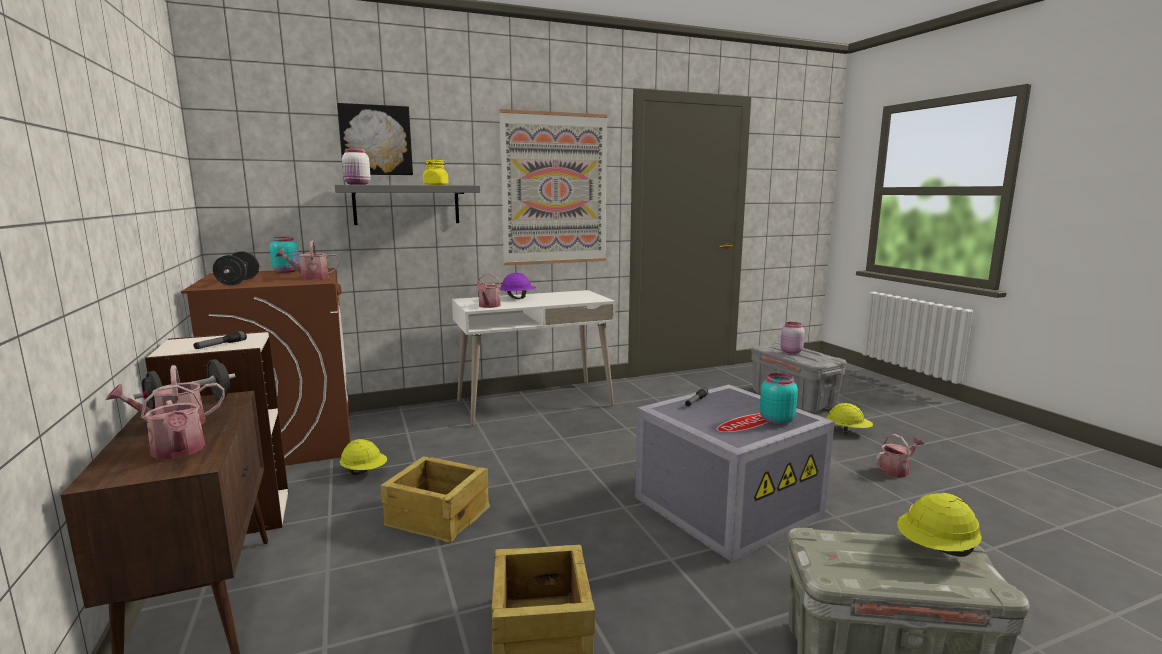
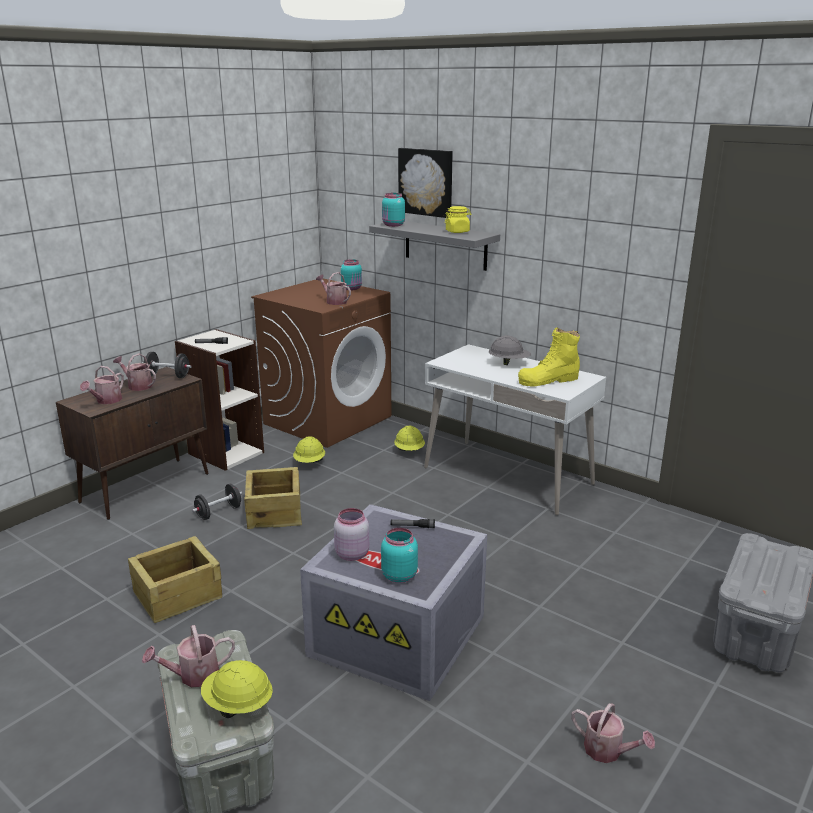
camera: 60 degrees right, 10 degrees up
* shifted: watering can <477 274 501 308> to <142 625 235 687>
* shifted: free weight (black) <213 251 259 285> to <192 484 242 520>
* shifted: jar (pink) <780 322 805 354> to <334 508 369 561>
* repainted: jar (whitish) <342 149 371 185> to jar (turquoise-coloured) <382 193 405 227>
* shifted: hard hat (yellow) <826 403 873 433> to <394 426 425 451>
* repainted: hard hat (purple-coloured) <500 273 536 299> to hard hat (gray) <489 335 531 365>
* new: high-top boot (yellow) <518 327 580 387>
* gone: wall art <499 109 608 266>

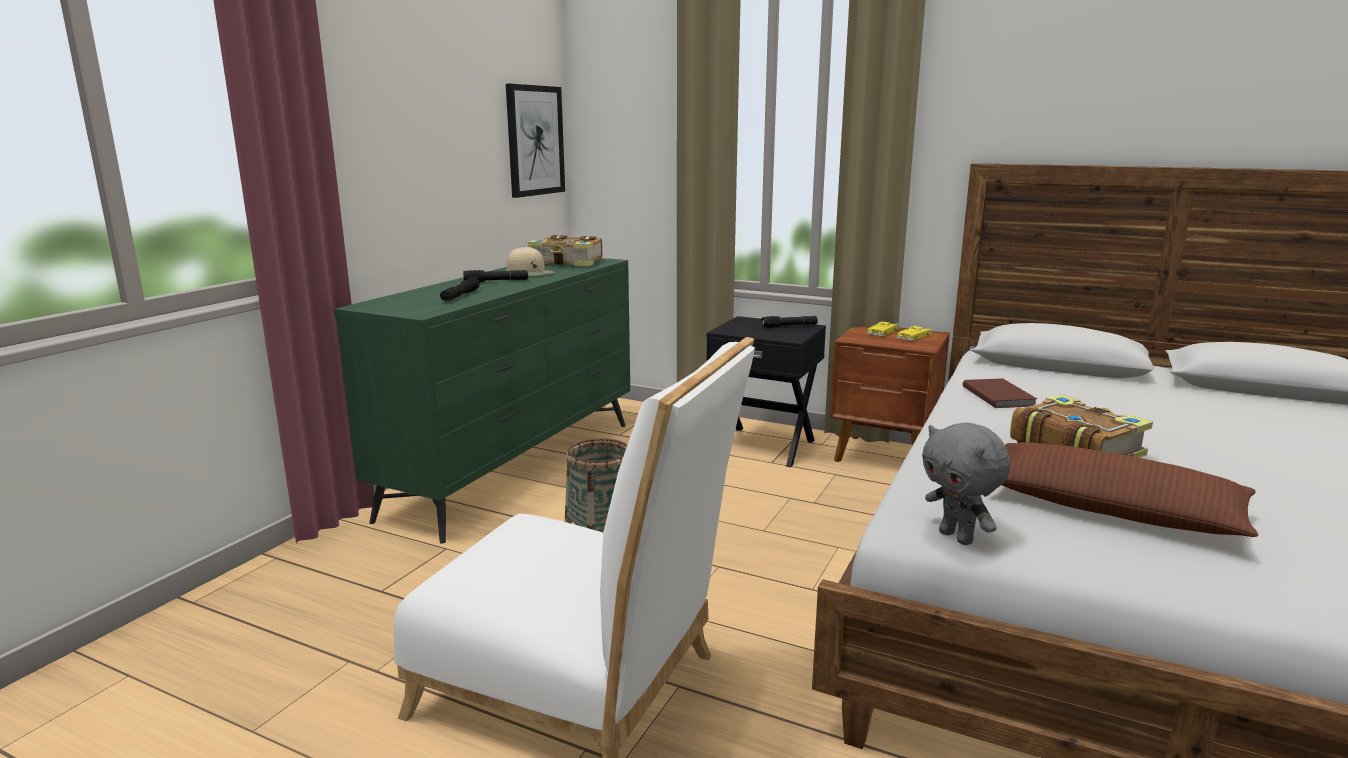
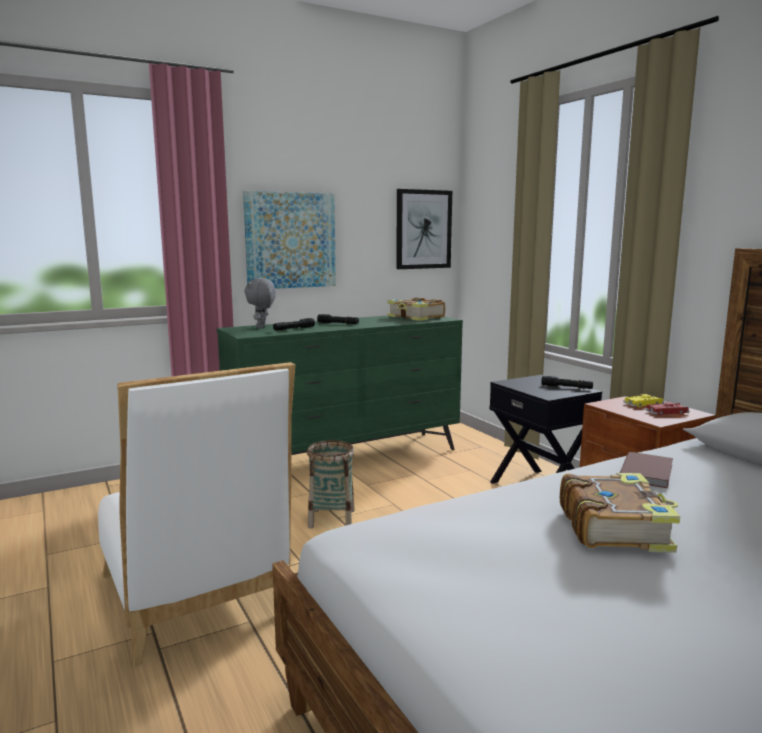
camera: 35 degrees right, 5 degrees down
* new: wall art <243 191 336 289>
* shifted: cuddly toy (gray) <922 422 1011 545> to <245 278 276 328>
* repainted: model car (yellow) <896 326 933 341> to model car (red) <645 402 690 415>
* gone: baseball cap (sand-coloured) <507 246 555 276>
* gone: pillow (brownish) <1002 442 1258 537>

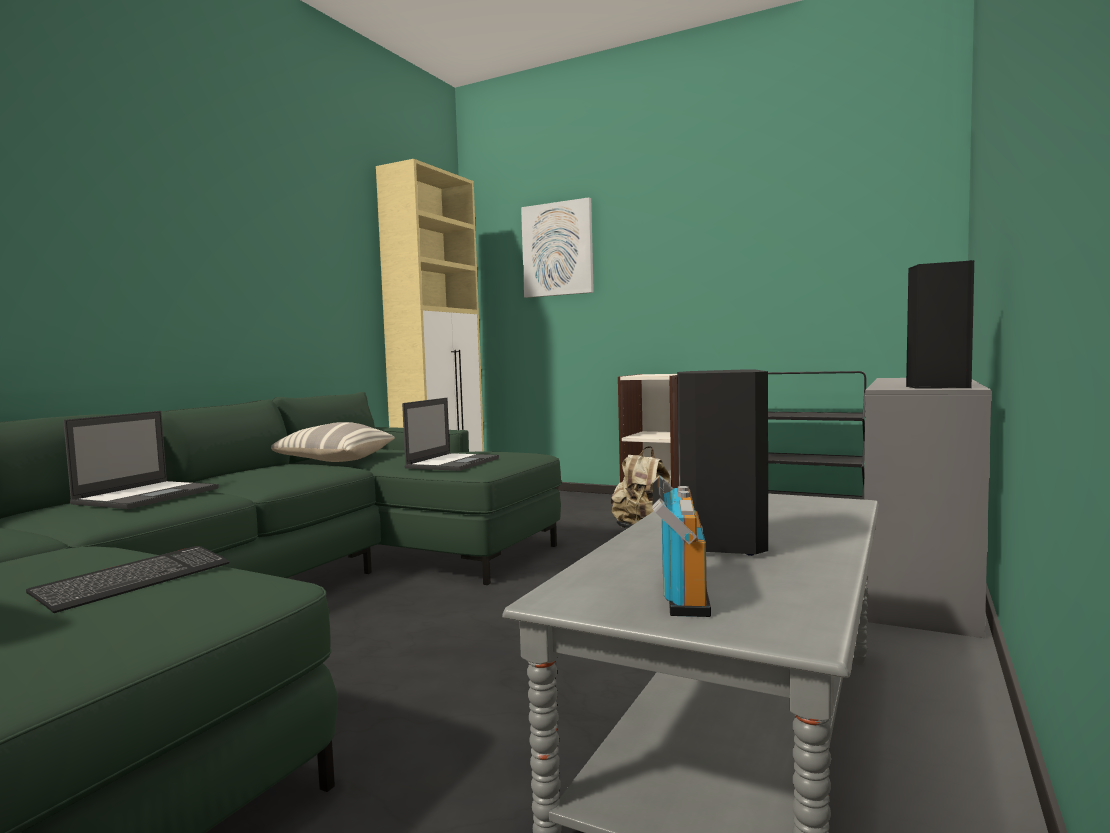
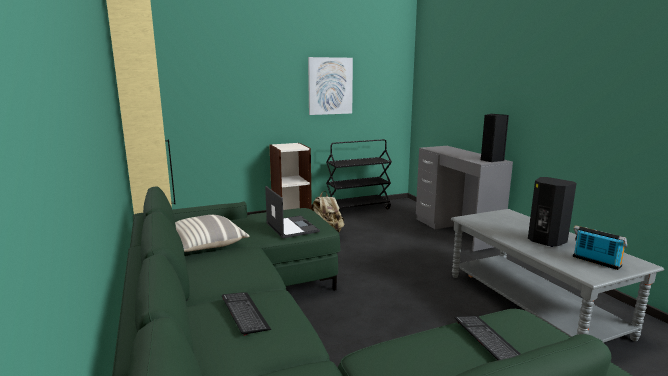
camera: 50 degrees left, 10 degrees up
* swapped: laptop <63 411 219 509> to PC keyboard <222 292 271 336>
* shifted: wall art <521 197 594 298> to <308 57 353 115>

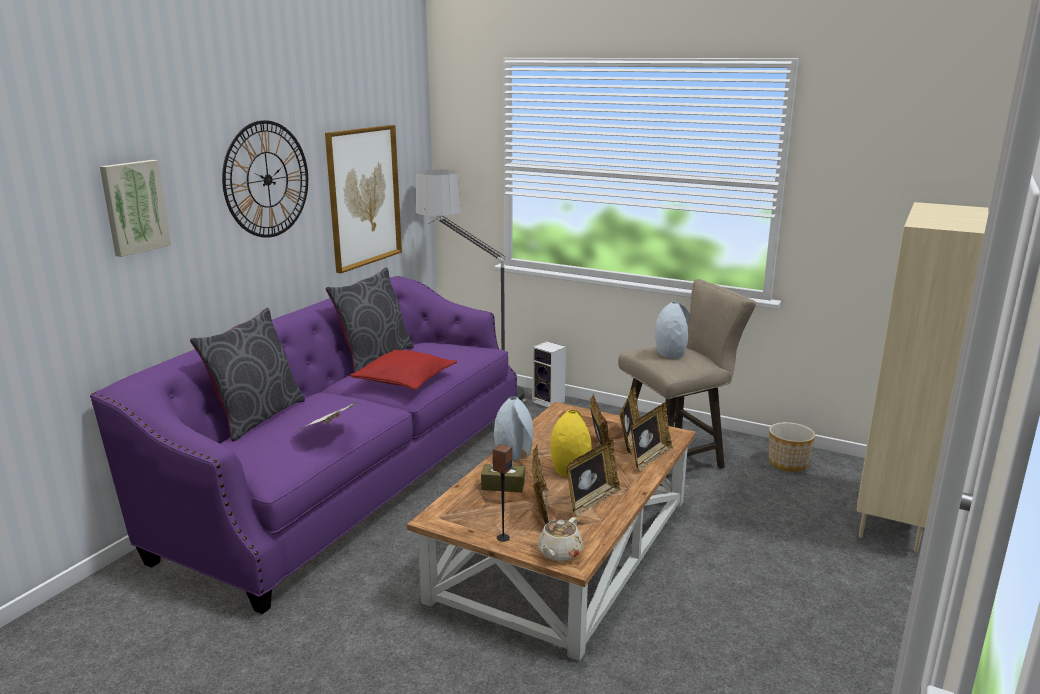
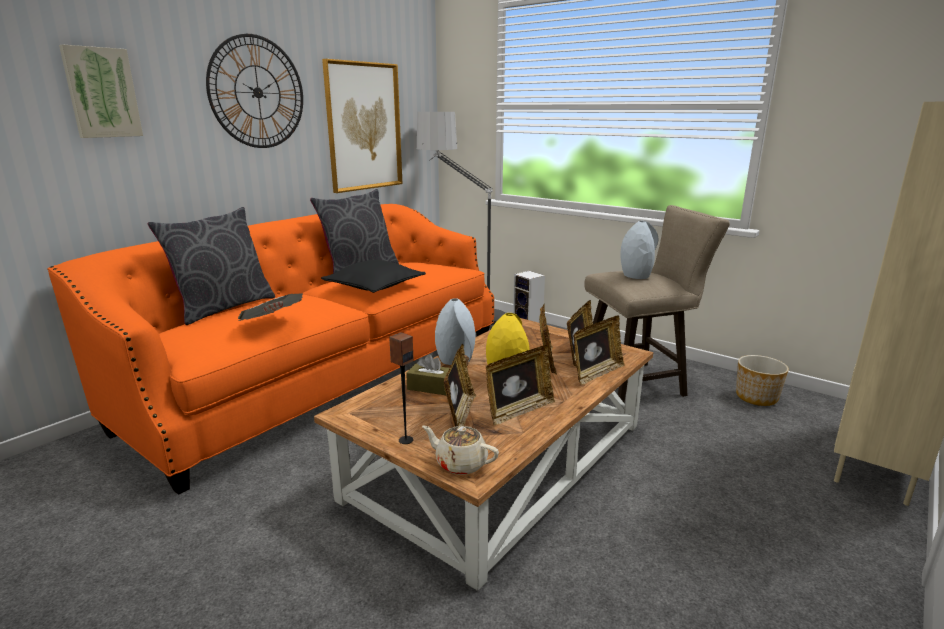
camera: 10 degrees right, 0 degrees up
* repainted: sofa (purple-coloured) <90 276 517 614> to sofa (orange-coloured) <47 204 494 495>
* repainted: pillow (red) <350 349 457 390> to pillow (black) <321 260 426 293>
* rotated: pot for tea (sand-coloured) <538 517 583 562> = <422 426 499 475> 75 degrees clockwise

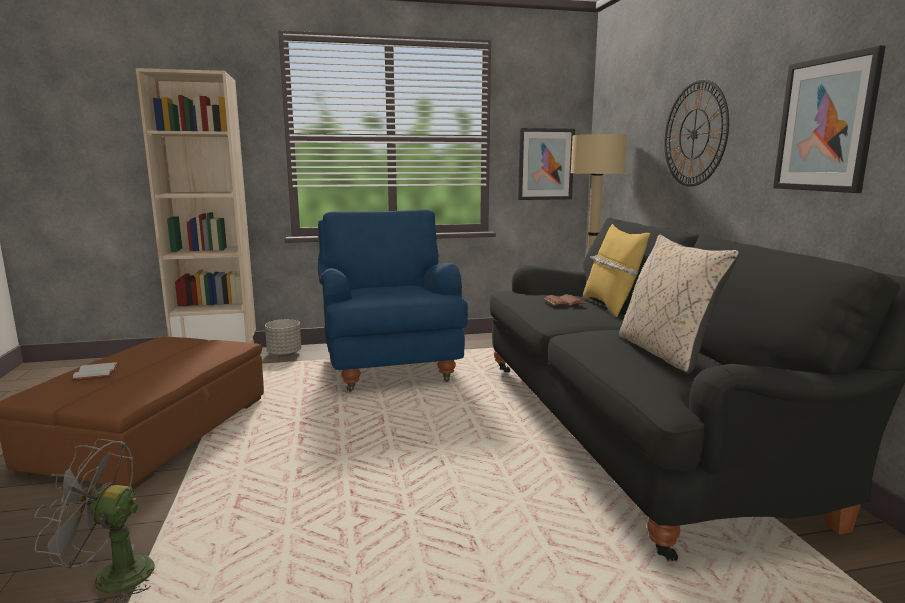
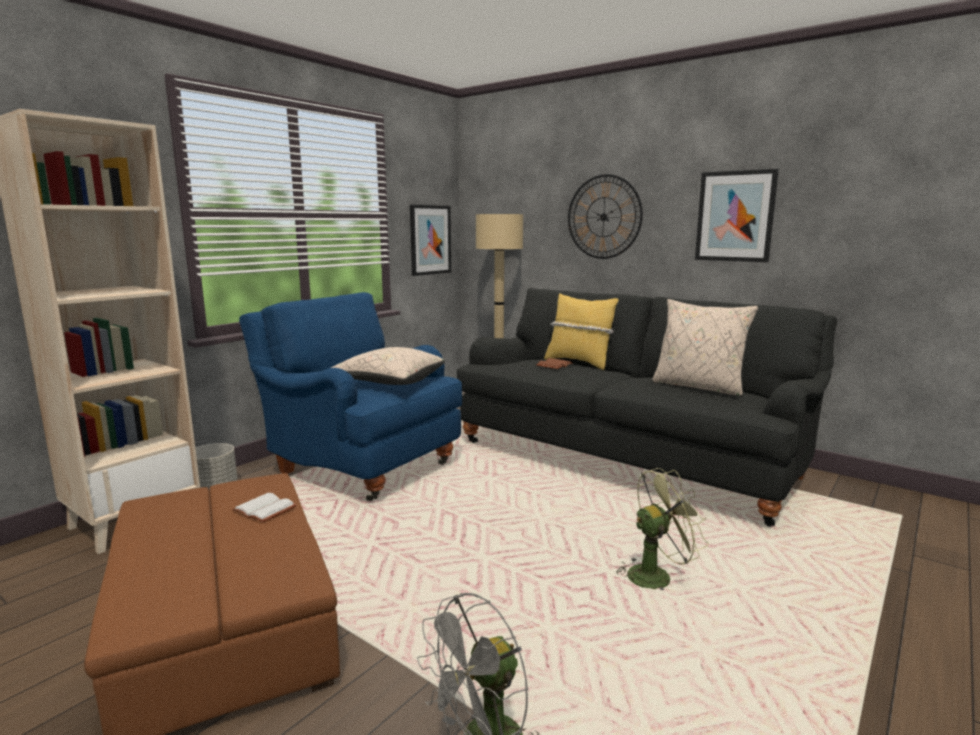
camera: 40 degrees left, 0 degrees up
* shifted: bound book (whitish) <71 362 119 381> to <232 493 297 523>
* new: pillow (sand-coloured) <331 347 445 385>
* new: electric fan (green-coloured) <616 468 709 591>

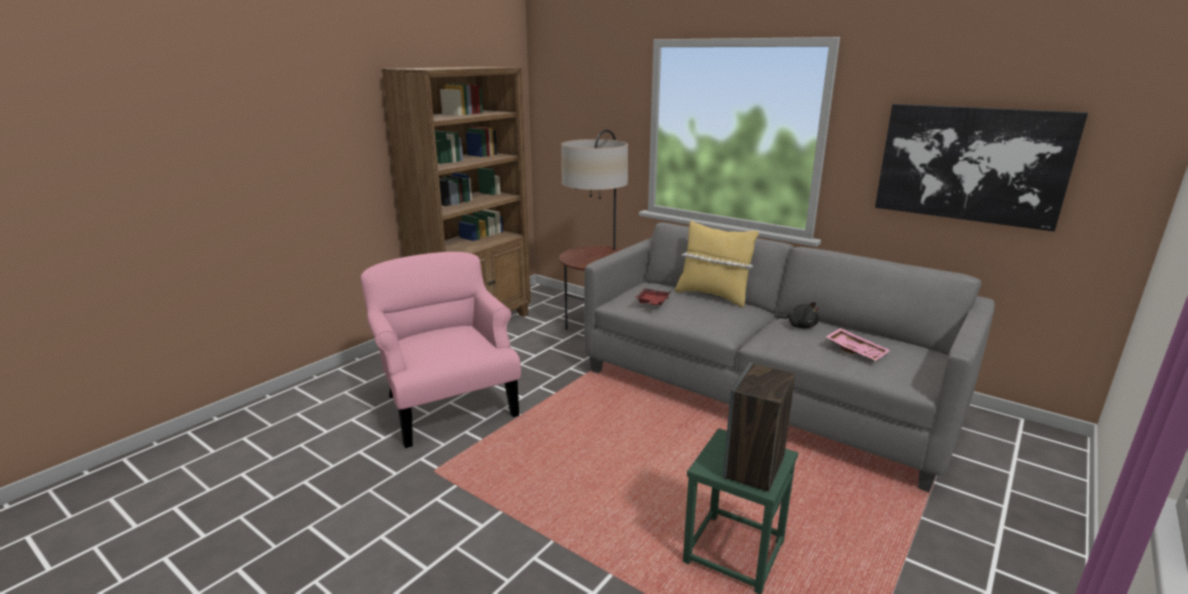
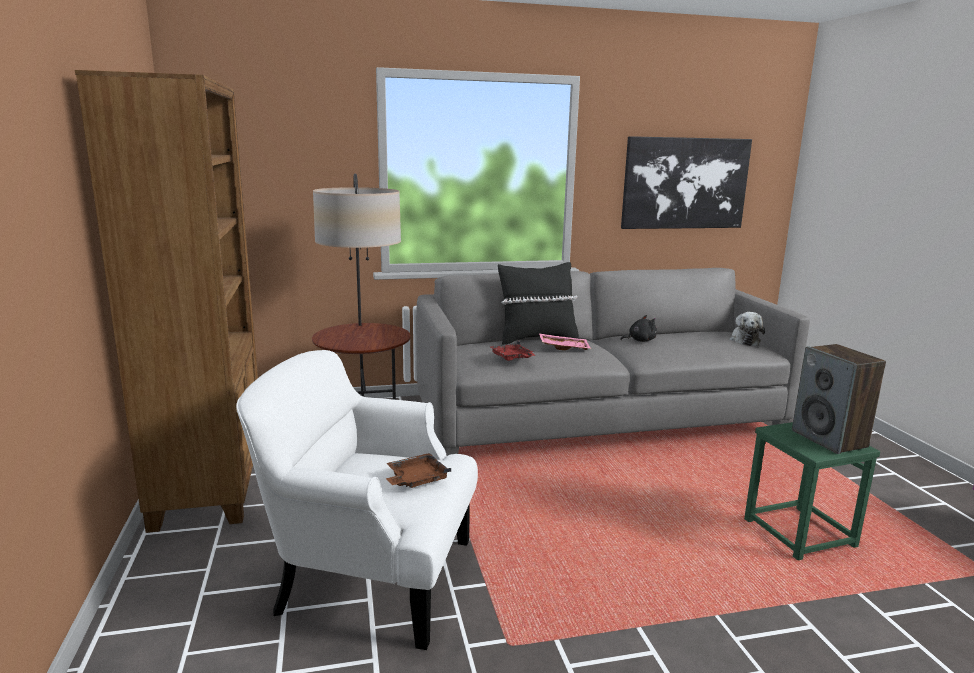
camera: 50 degrees left, 5 degrees down
* repainted: armchair (pink) <361 252 521 448> to armchair (whitish) <236 350 478 650>
* new: serving tray (brownish) <386 453 451 488>
* repainted: pillow (yellow) <675 220 759 308> to pillow (black) <498 262 579 345>
* shifted: serving tray (pink) <826 328 890 361> to <539 333 591 350>
* new: cuddly toy <729 312 765 346>

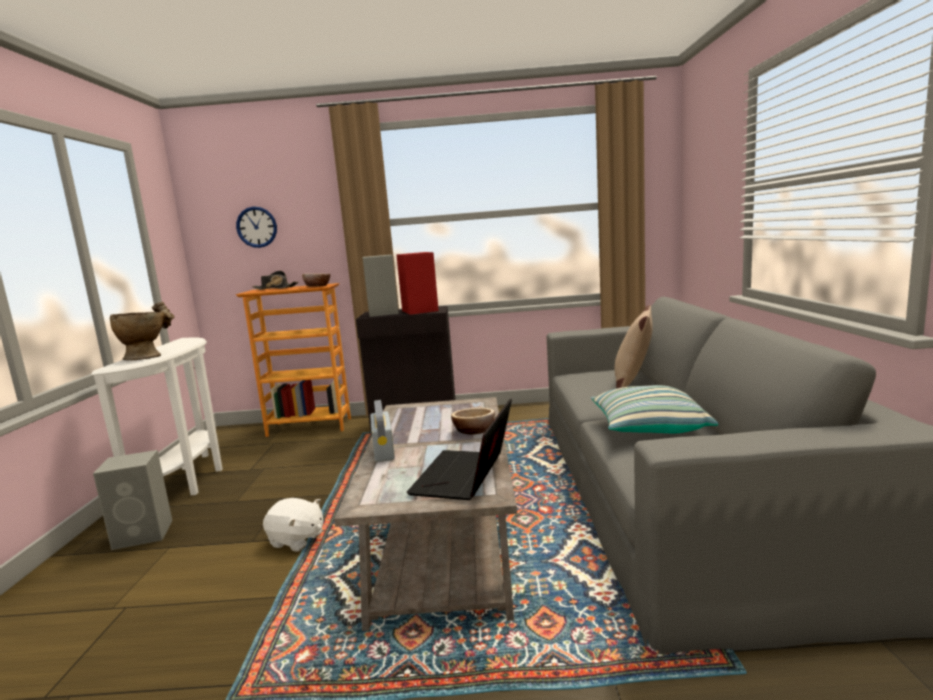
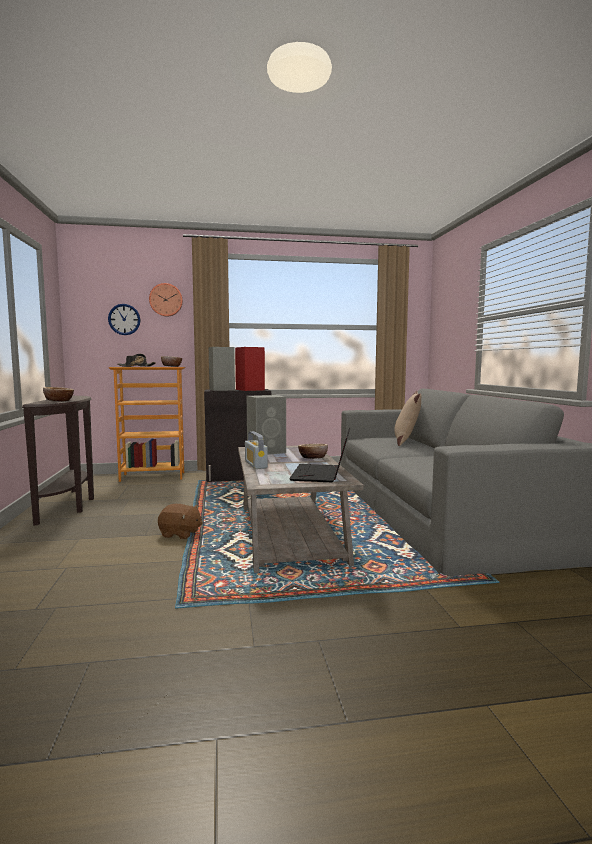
camera: 10 degrees left, 5 degrees down
* repainted: hall table (whitish) <91 338 223 495> to hall table (brownish) <22 396 94 525>
* swapped: flower vase (sand-coloured) <110 302 174 360> to bowl <43 387 74 401>
* new: wall clock <149 283 183 317>
* repainted: cuddly toy (whitish) <263 498 323 552> to cuddly toy (brownish) <158 504 203 539>
* shifted: speaker (gray) <93 450 172 550> to <247 395 286 455>
* gone: pillow <591 385 718 433>

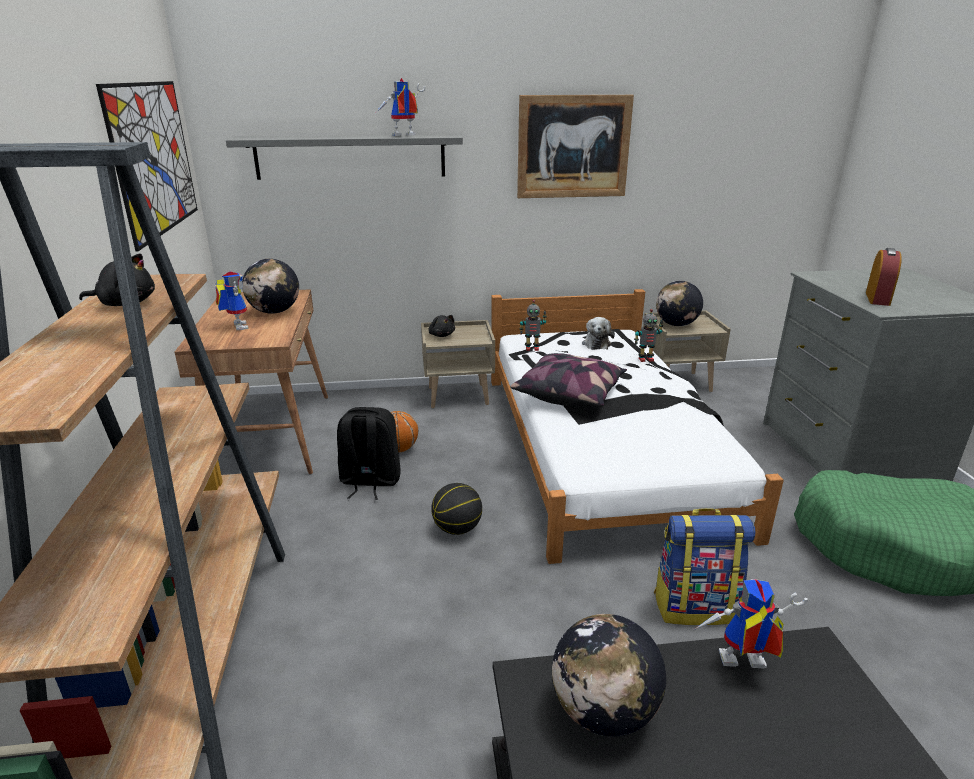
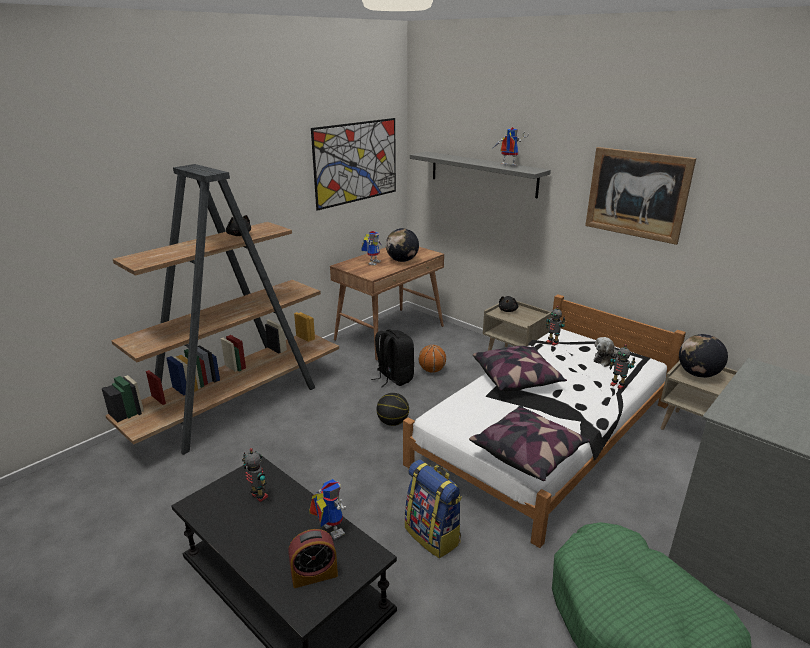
camera: 50 degrees right, 0 degrees up
* swapped: world globe <552 614 666 737> to robot figure <242 448 268 502>
* shifted: alarm clock <866 248 902 306> to <288 529 338 588>
* new: pillow <469 406 590 481>

